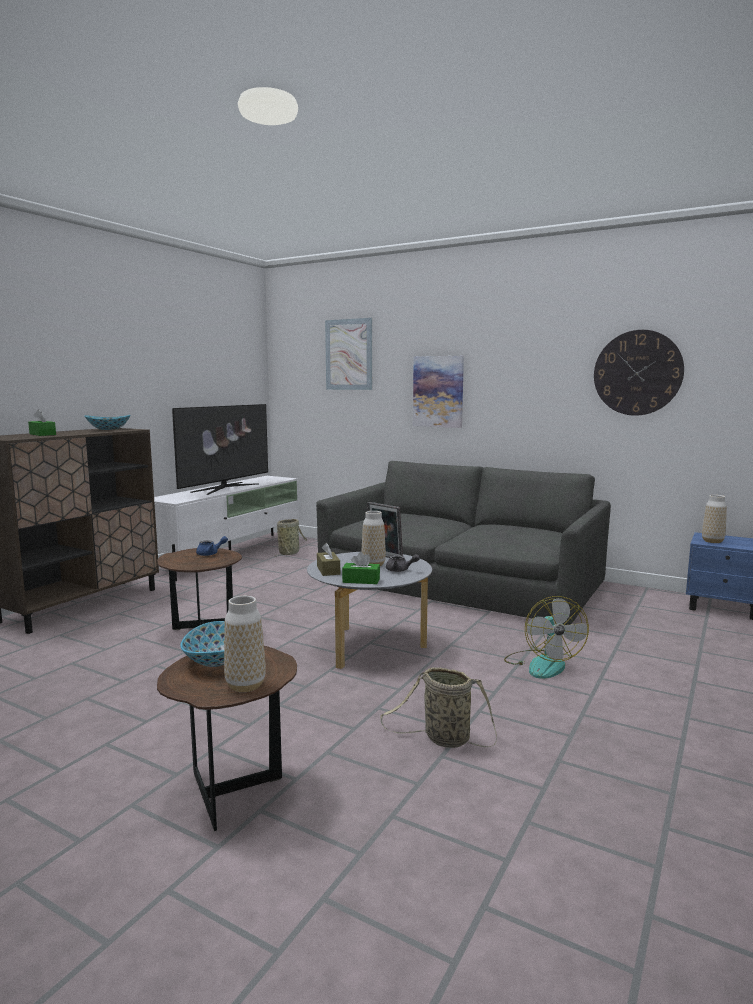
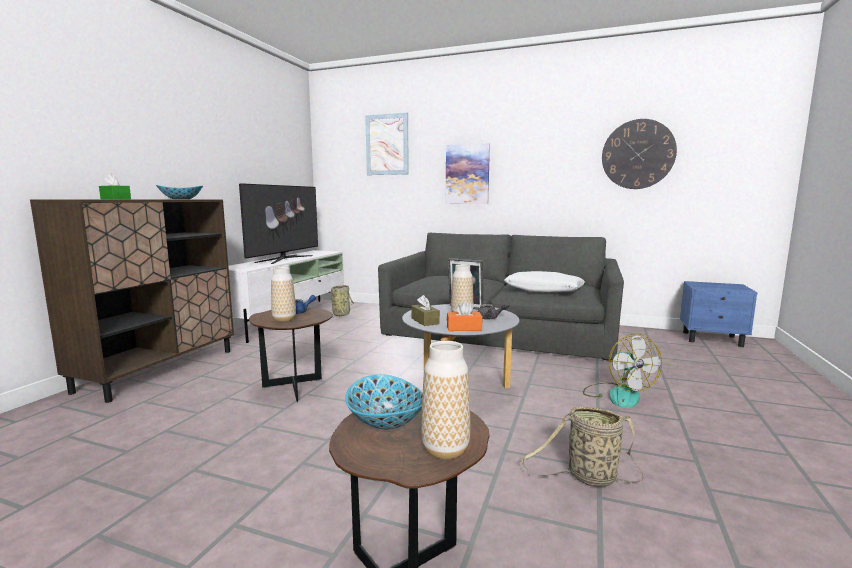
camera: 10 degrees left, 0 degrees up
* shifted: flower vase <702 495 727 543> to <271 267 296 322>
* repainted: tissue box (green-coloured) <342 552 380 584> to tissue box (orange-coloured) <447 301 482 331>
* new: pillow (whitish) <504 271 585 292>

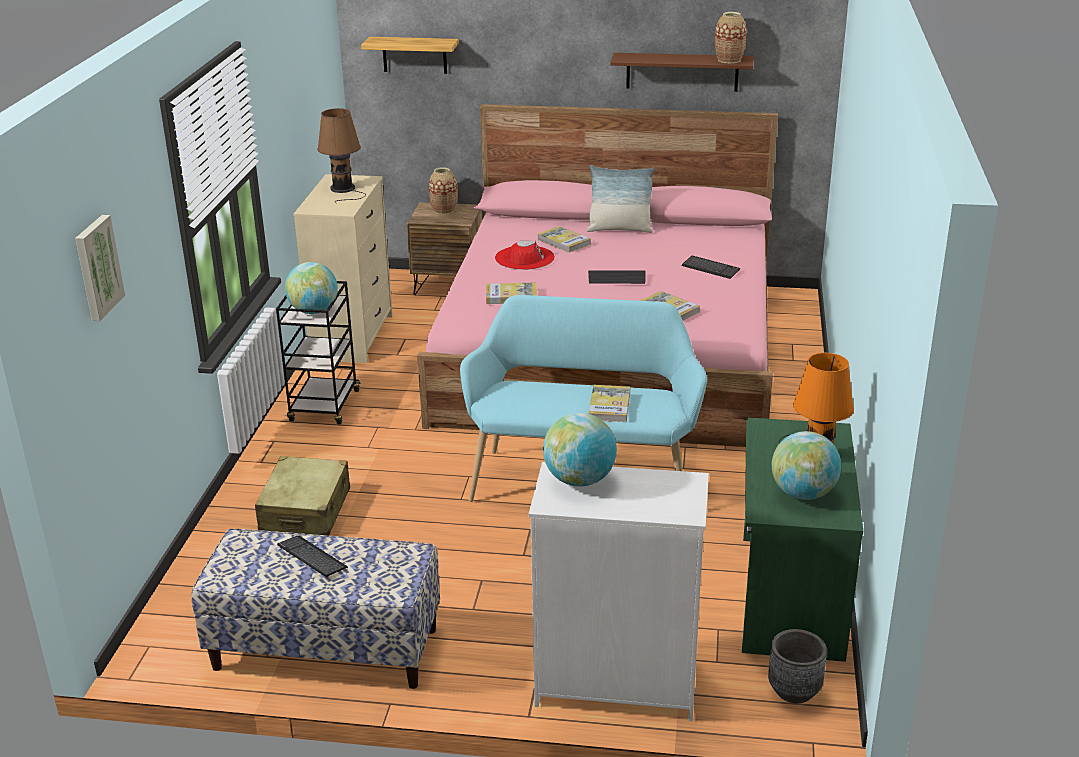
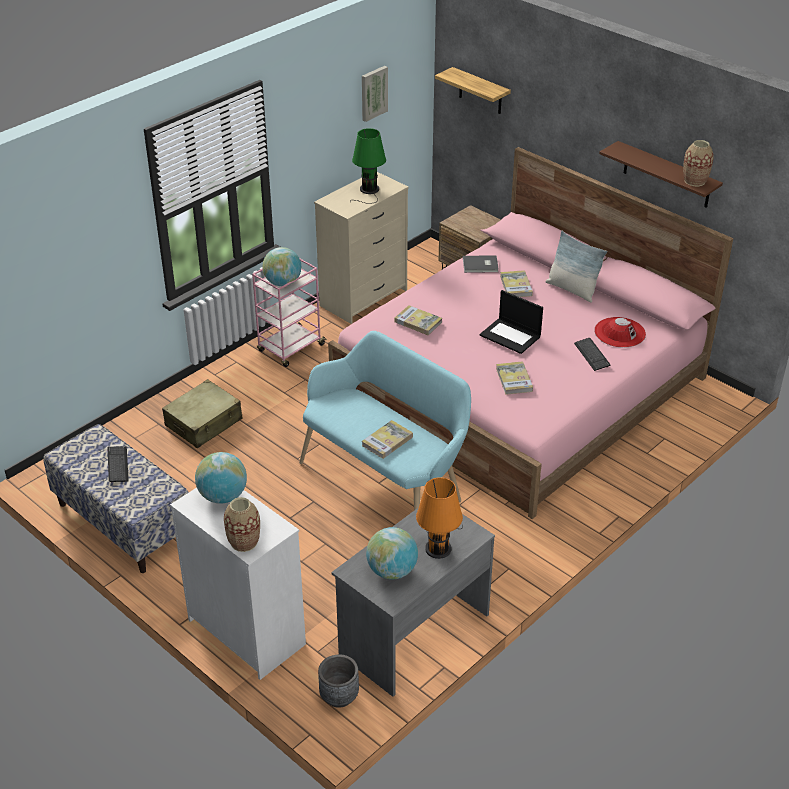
camera: 35 degrees right, 10 degrees up
* shifted: flower vase <429 167 458 214> to <224 497 260 552>
* repainted: cart (black) <276 281 361 424> to cart (pink) <252 259 327 367>
* repainted: desk unit (green-coloured) <742 417 863 662> to desk unit (gray) <332 507 495 697>
* repainted: lamp for a table (brownish) <317 108 366 204> to lamp for a table (green-coloured) <350 128 386 204>
* shifted: wall art <75 215 125 321> to <362 66 388 122>
* new: bound book (gray) <463 255 499 273>
* swapped: PC keyboard <588 270 646 284> to laptop <480 290 543 354>
* shifted: wearable hat (red) <495 240 555 270> to <594 317 646 348>

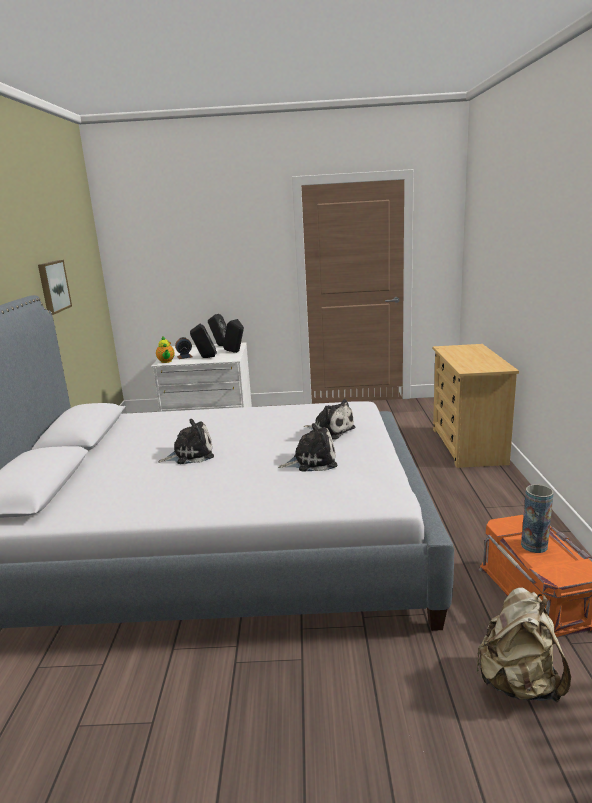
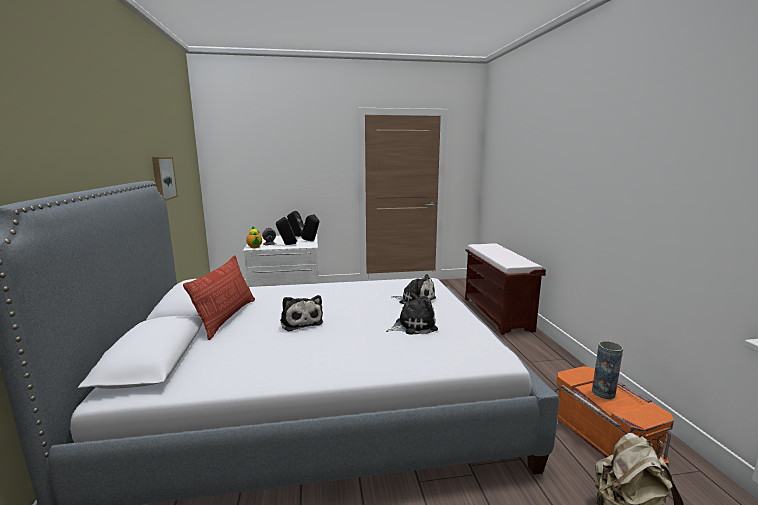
camera: 10 degrees left, 5 degrees down
* new: pillow <183 255 255 340>
* rotated: cuddly toy <158 419 214 464> = <280 295 323 331> 90 degrees clockwise
* swapped: chest of drawers (sand-coloured) <433 344 519 468> to bench (brownish) <465 243 546 335>

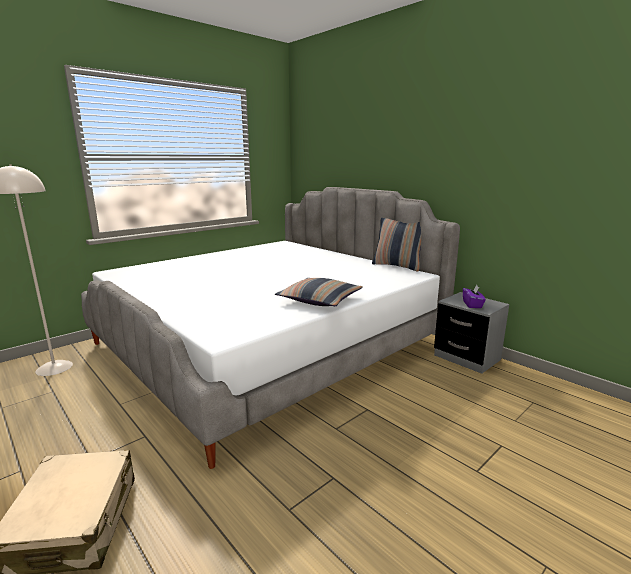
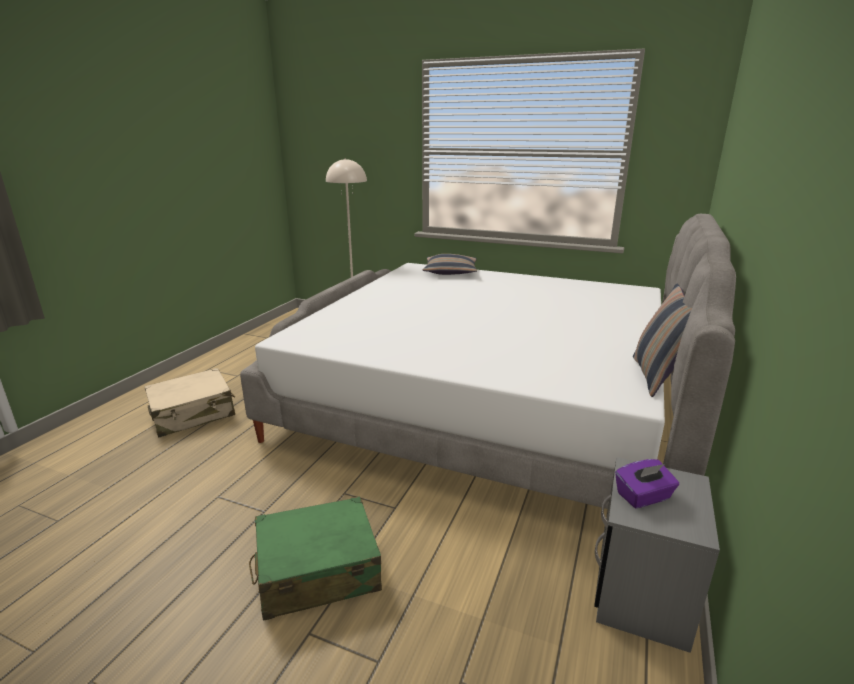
camera: 65 degrees right, 5 degrees up
* new: piece of luggage (green-coloured) <249 496 382 621>
* shifted: pillow <275 278 363 306> to <423 254 477 275>

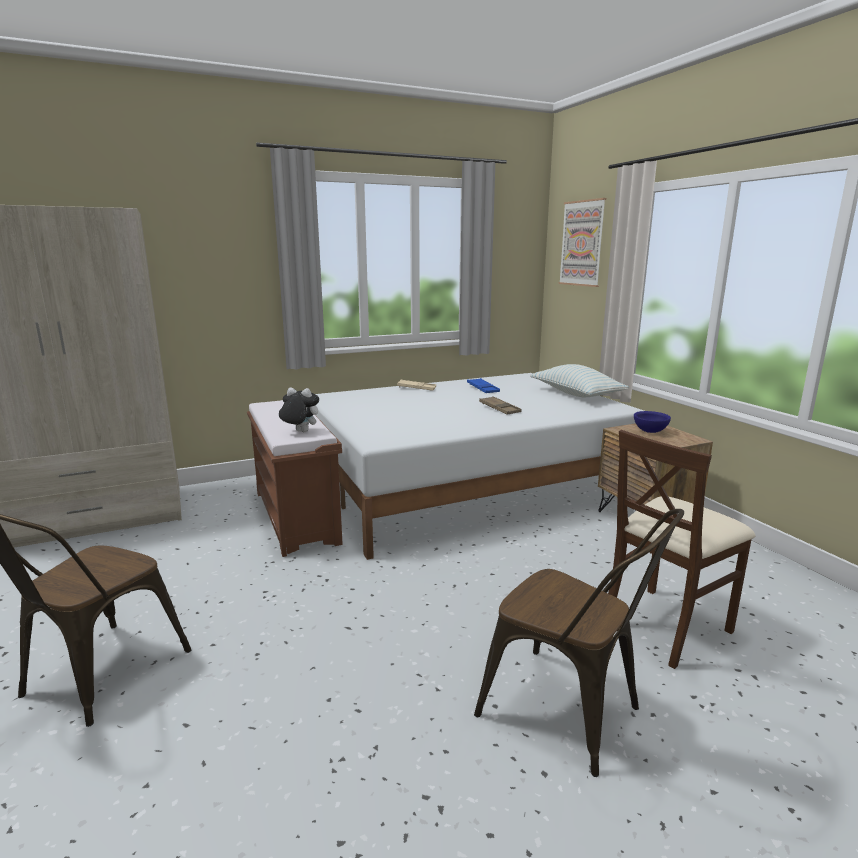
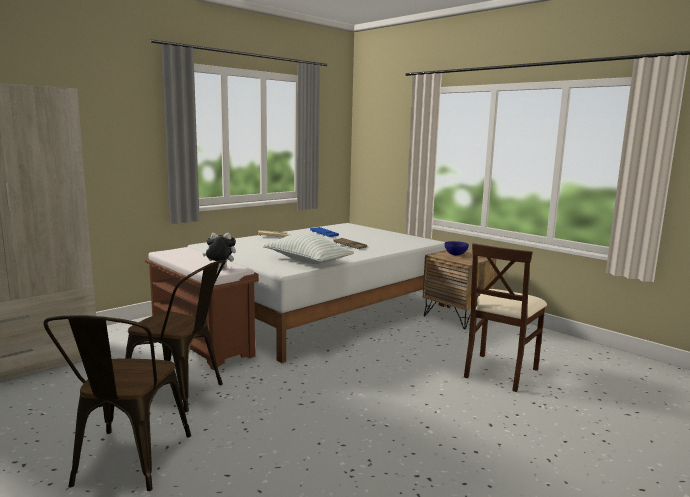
camera: 20 degrees left, 5 degrees down
* shifted: upright chair (brownish) <474 509 684 777> to <125 260 226 412>
* shifted: pillow <530 364 629 397> to <263 233 354 264>
* gone: wall art <558 198 606 287>

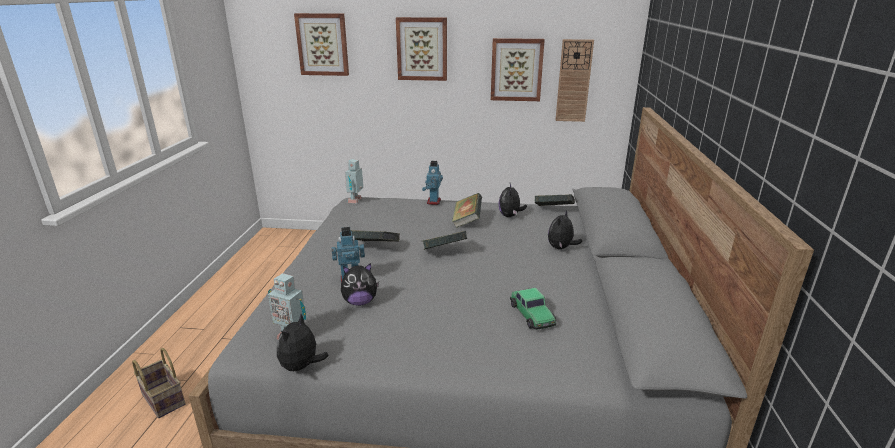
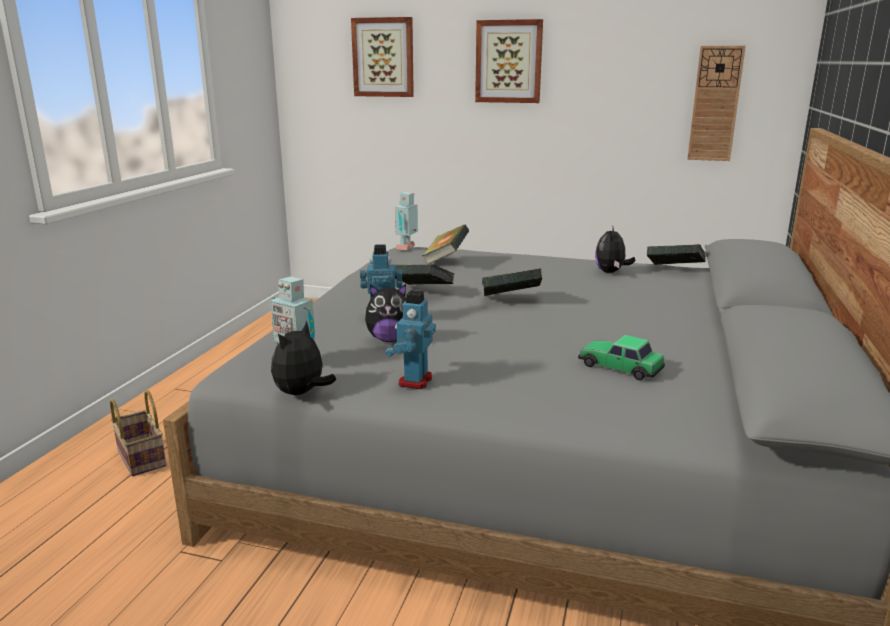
camera: 10 degrees right, 5 degrees down
* shifted: robot figure <422 161 443 205> to <385 290 436 389>
* shifted: bound book <452 193 482 228> to <422 225 469 264>
* rotated: model car <510 288 557 330> = <578 335 665 380> 135 degrees clockwise
* gone: wall art <491 38 545 101>
* gone: cuddly toy <548 210 582 249>

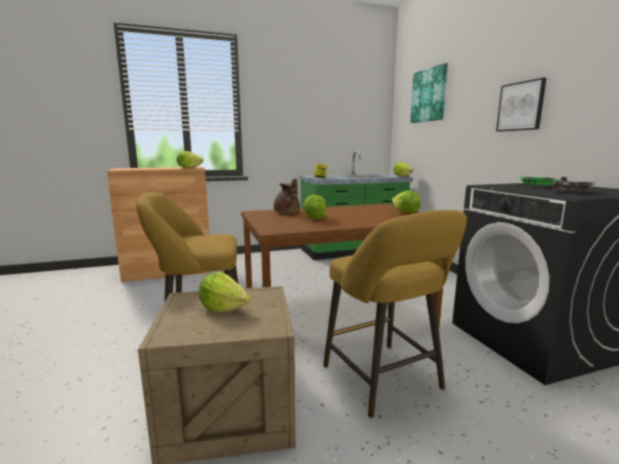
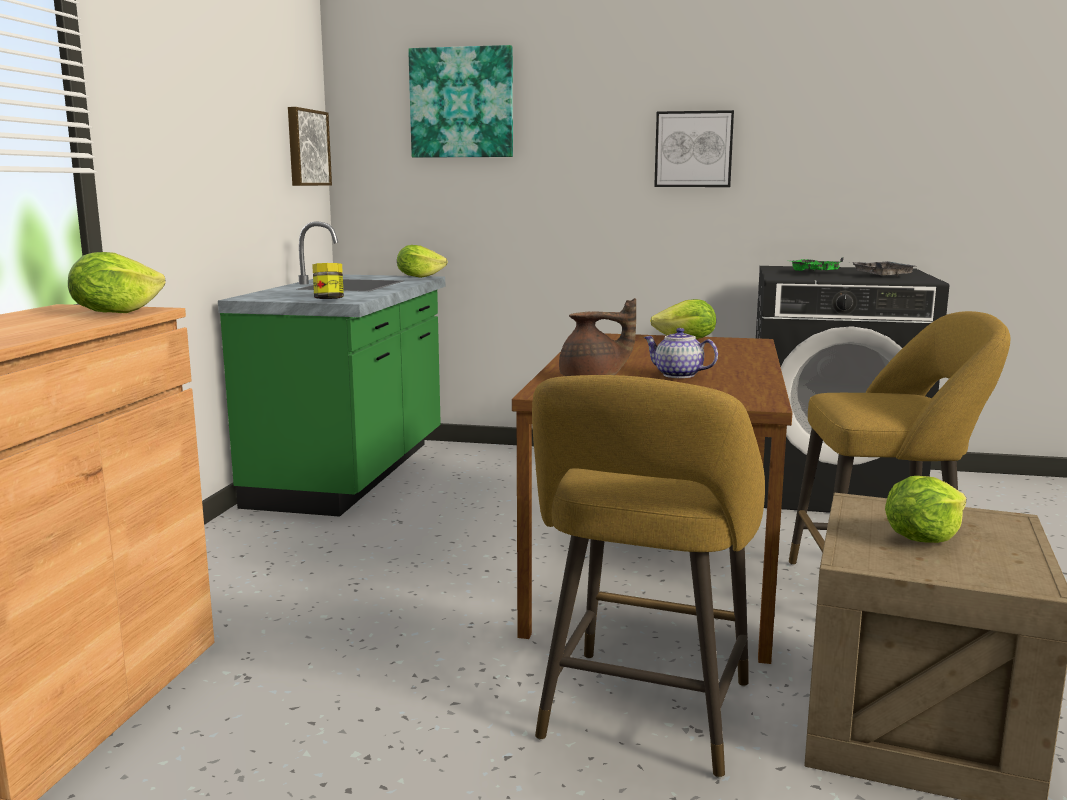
camera: 60 degrees left, 0 degrees up
* new: wall art <288 107 332 186>
* swapped: lettuce head <303 195 327 219> to pot for tea <643 328 718 378>

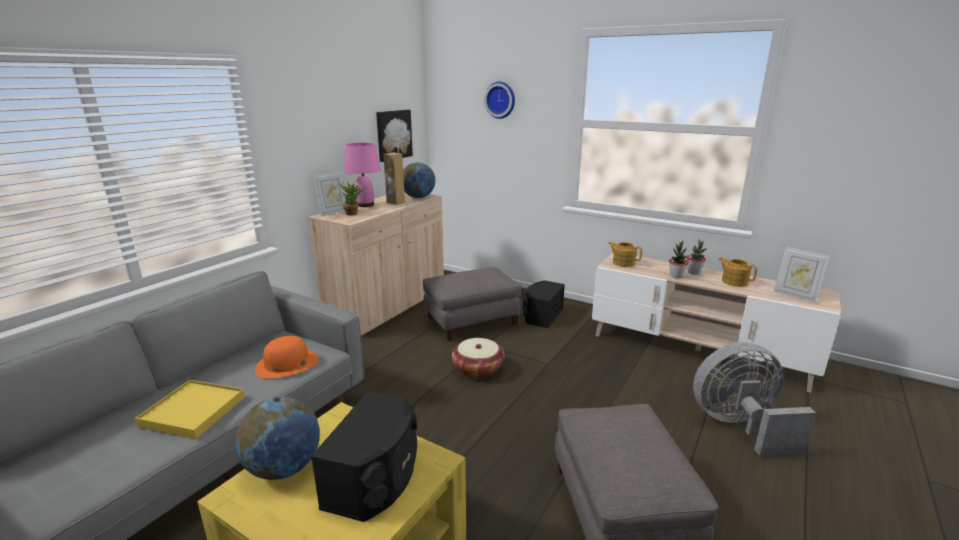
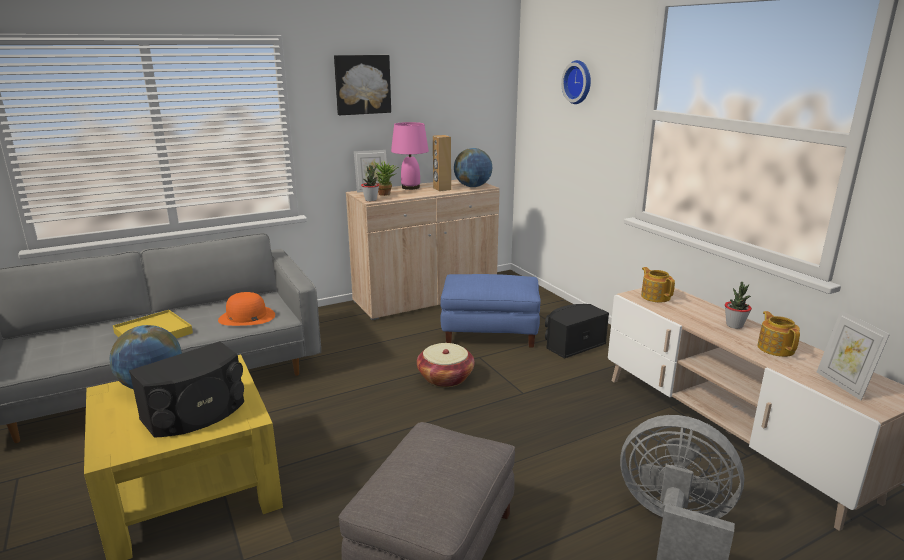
camera: 30 degrees right, 0 degrees up
* shifted: wall art <376 110 413 162> to <334 55 391 115>
* shifted: potted plant <669 240 689 278> to <361 165 379 201>
* repainted: footrest (gray) <423 267 521 341> to footrest (bluish) <440 274 541 347>

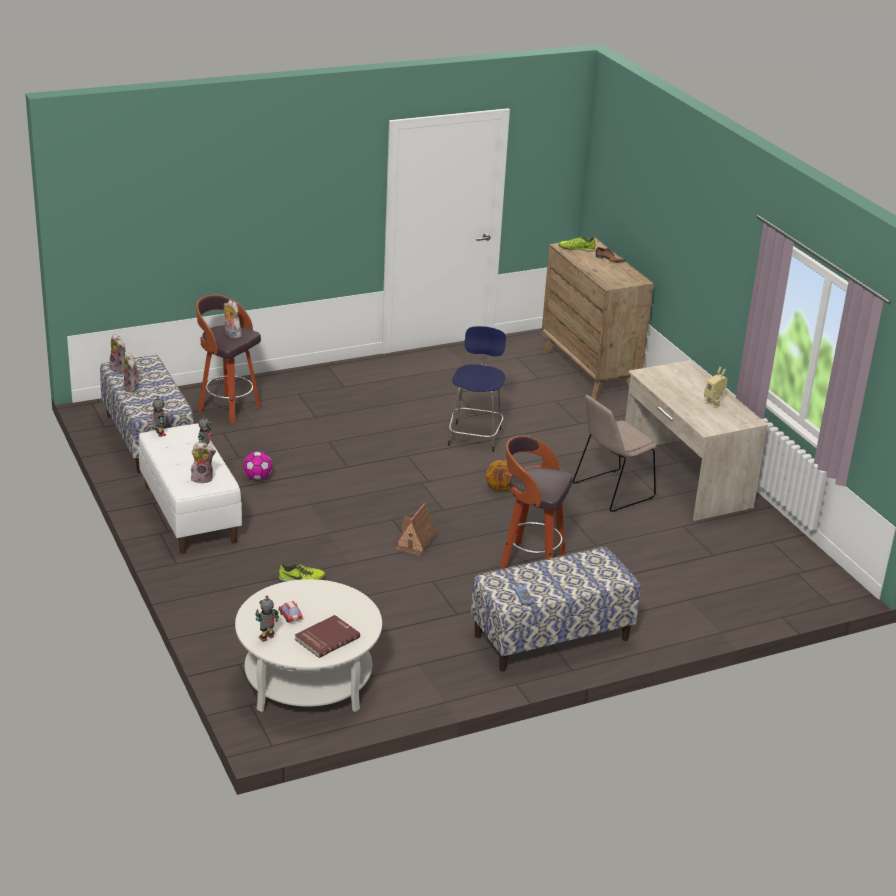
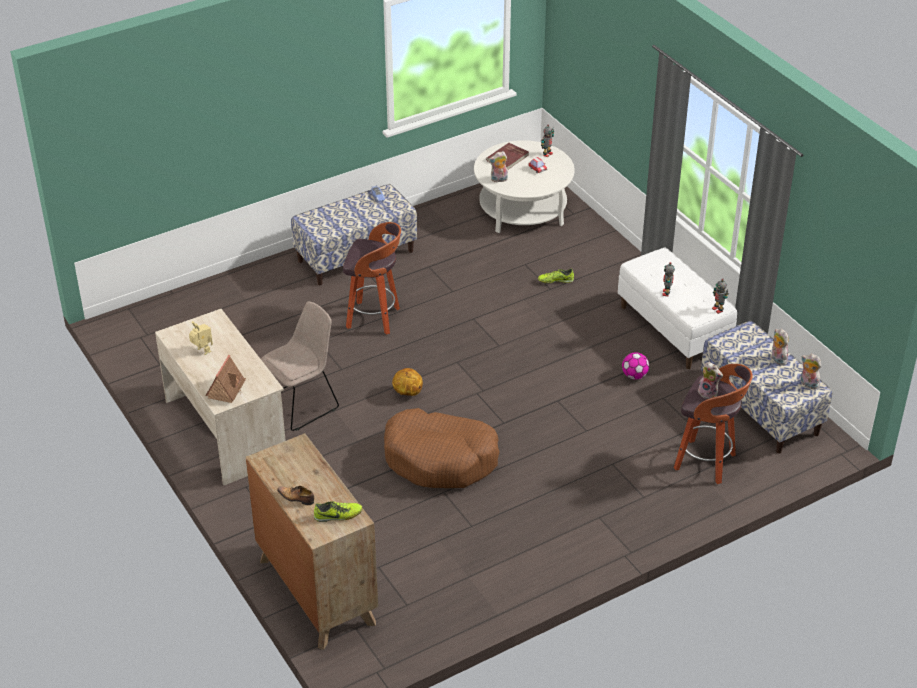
camera: 175 degrees right, 10 degrees up
* shifted: miniature house <395 503 437 555> to <205 355 246 403>
* swapped: stool seat (bluish) <448 326 506 452> to dog bed (brownish) <384 408 500 488>
* shifted: cuddly toy <191 442 216 483> to <489 151 508 182>

